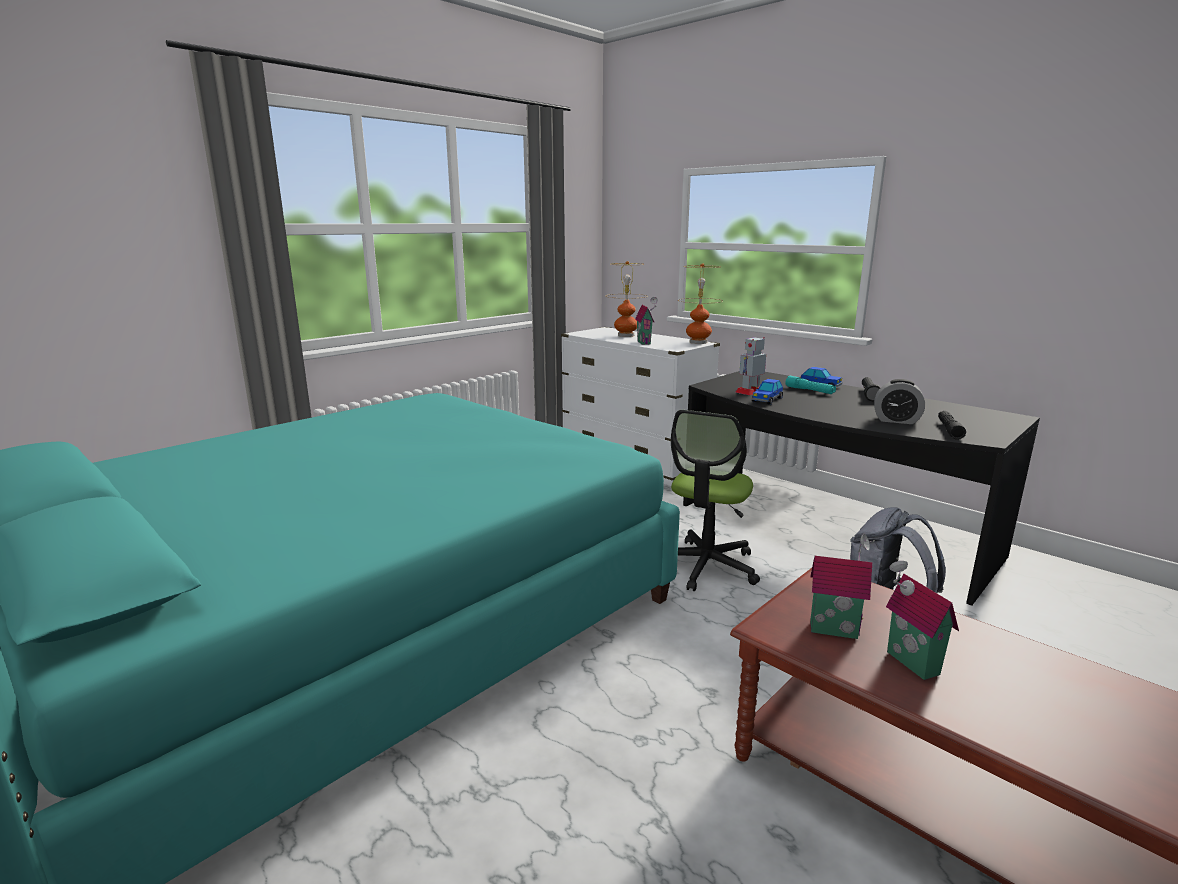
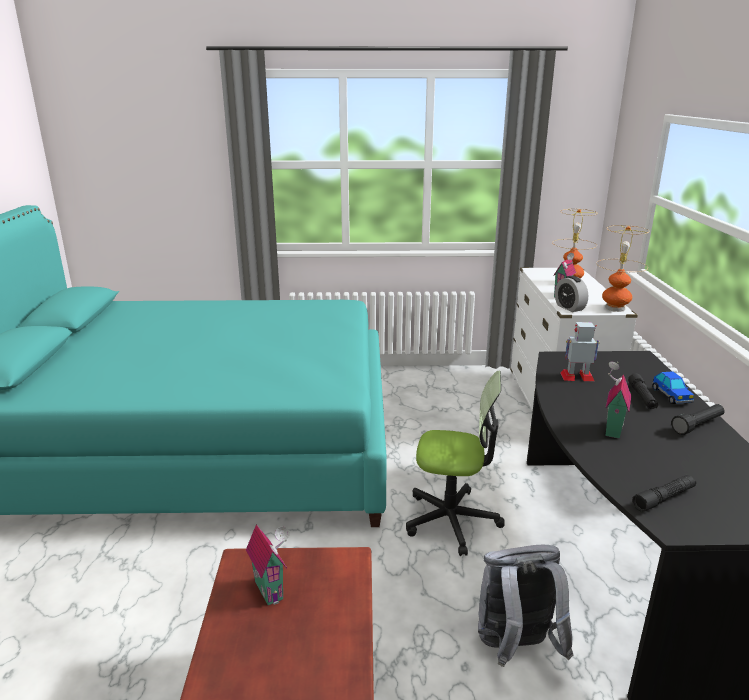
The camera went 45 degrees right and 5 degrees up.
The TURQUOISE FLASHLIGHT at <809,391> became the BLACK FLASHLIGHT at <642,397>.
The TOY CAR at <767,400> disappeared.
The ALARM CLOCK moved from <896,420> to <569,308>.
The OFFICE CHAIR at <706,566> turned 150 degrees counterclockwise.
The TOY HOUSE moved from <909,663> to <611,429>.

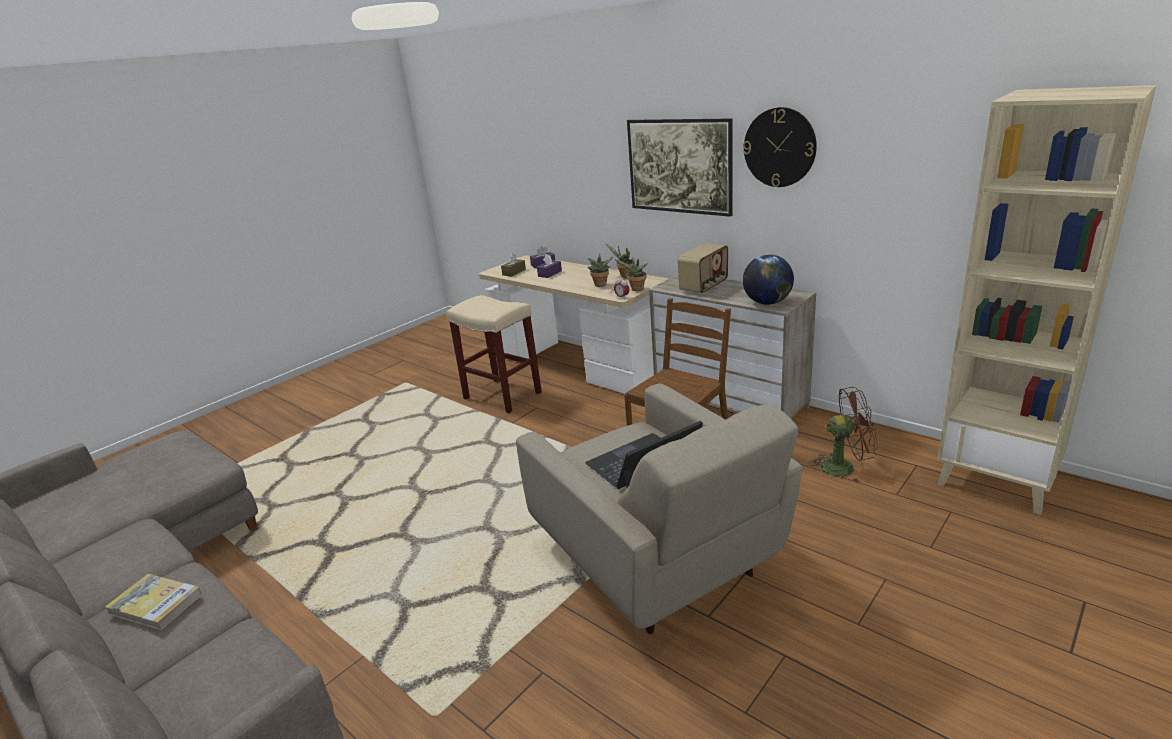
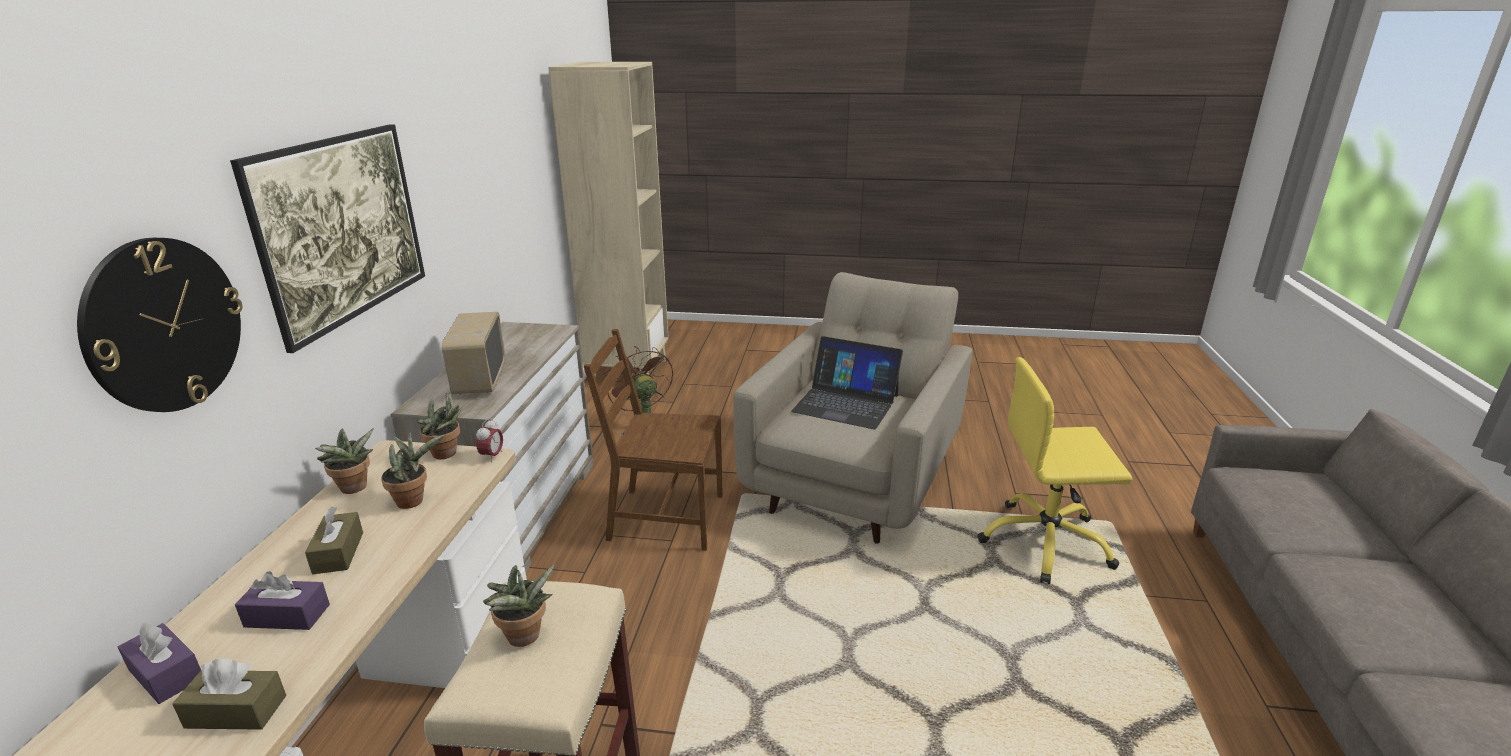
The camera went 125 degrees left and 0 degrees up.
The WALL CLOCK moved from <779,147> to <164,325>.
The RADIO at <704,287> turned 105 degrees counterclockwise.
The GLOBE at <767,303> disappeared.
The BOOK at <156,604> disappeared.
The YELLOW OFFICE CHAIR at <1045,543> appeared.
The BROWN TISSUE BOX at <338,553> appeared.
The POTTED PLANT at <524,639> appeared.

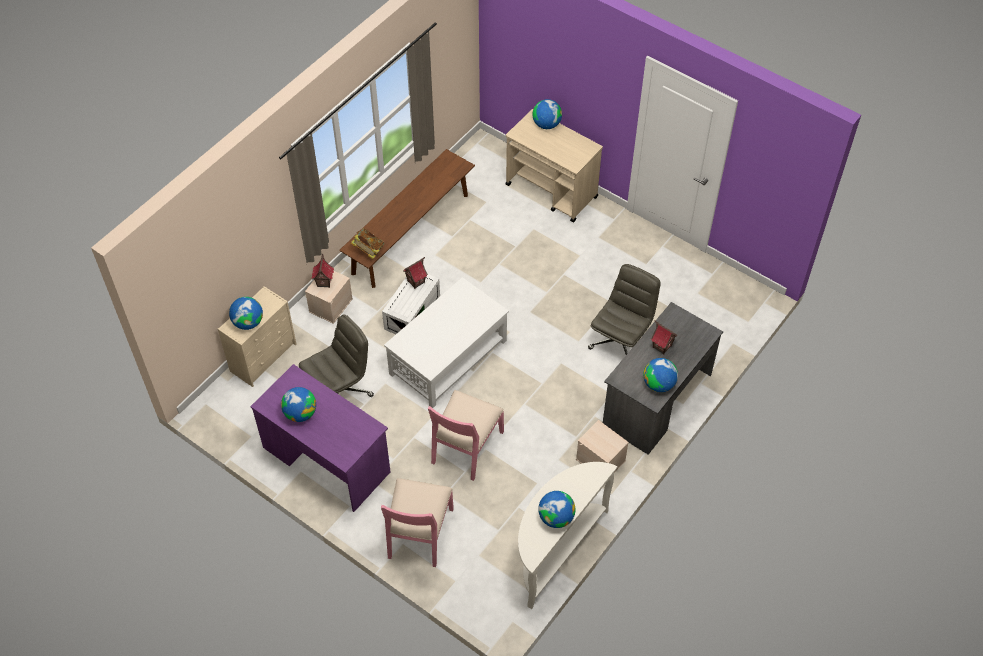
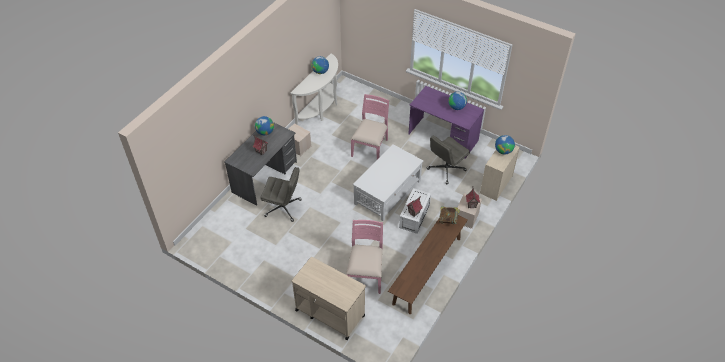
The camera went 175 degrees right and 5 degrees down.
The GLOBE at <546,124> disappeared.
The GREY OFFICE CHAIR at <621,342> turned 105 degrees counterclockwise.
The PINK CHAIR moved from <419,533> to <365,274>.

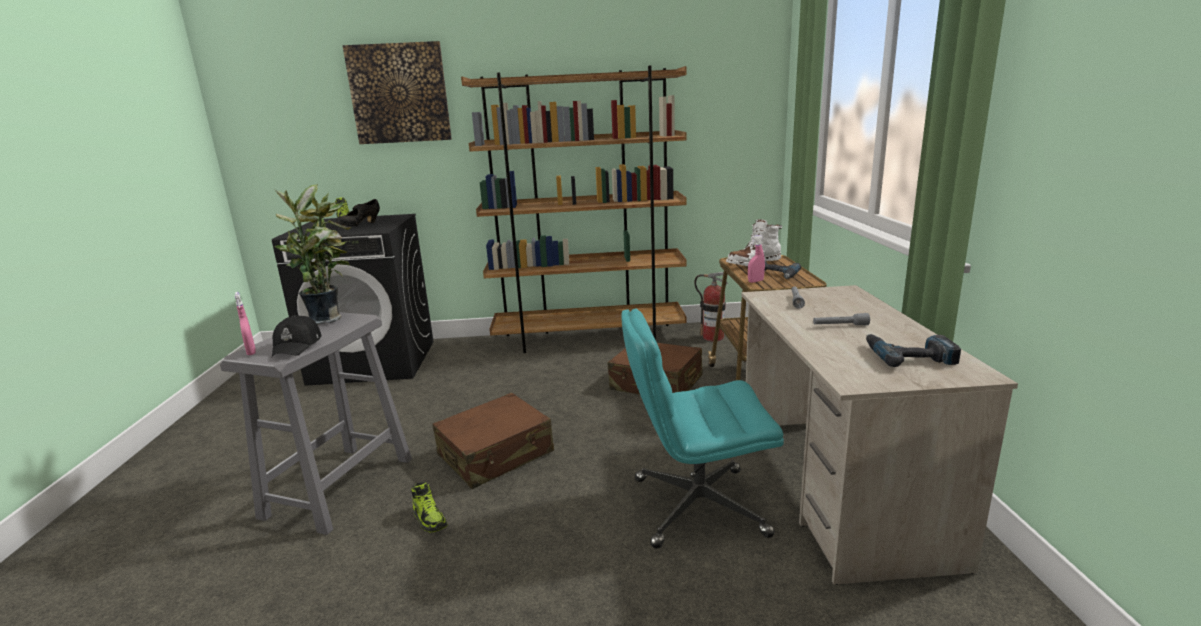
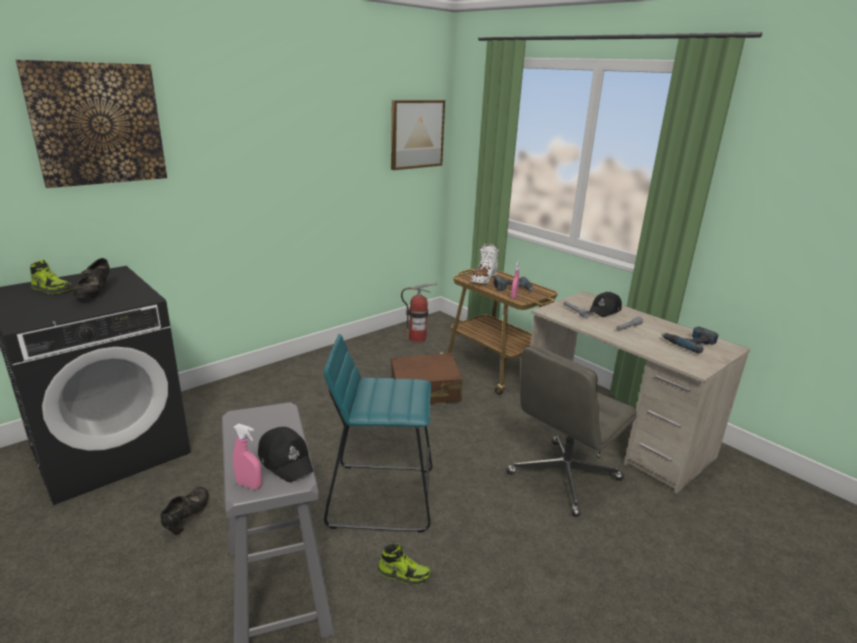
The camera went 40 degrees left and 5 degrees up.
The BROWN BOOKCASE at <589,339> disappeared.
The POTTED PLANT at <328,318> disappeared.
The TURQUOISE OFFICE CHAIR at <697,507> became the GREY OFFICE CHAIR at <563,477>.
The BROWN SUITCASE at <496,454> was replaced by the TURQUOISE STOOL at <381,496>.
The PICTURE at <416,134> appeared.
The BLACK CAP at <605,310> appeared.
The BLACK SHOE at <188,517> appeared.

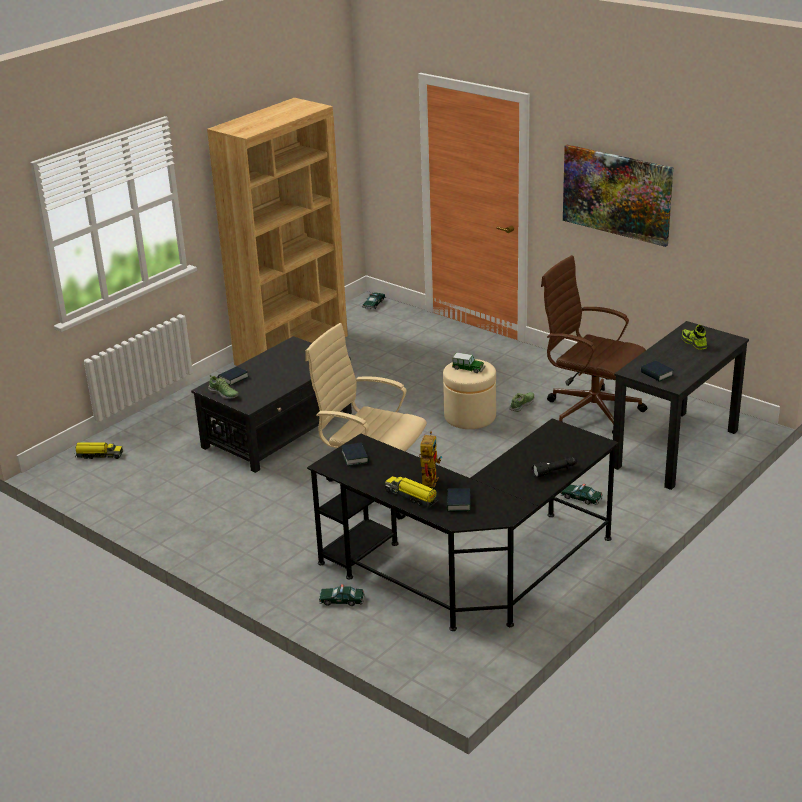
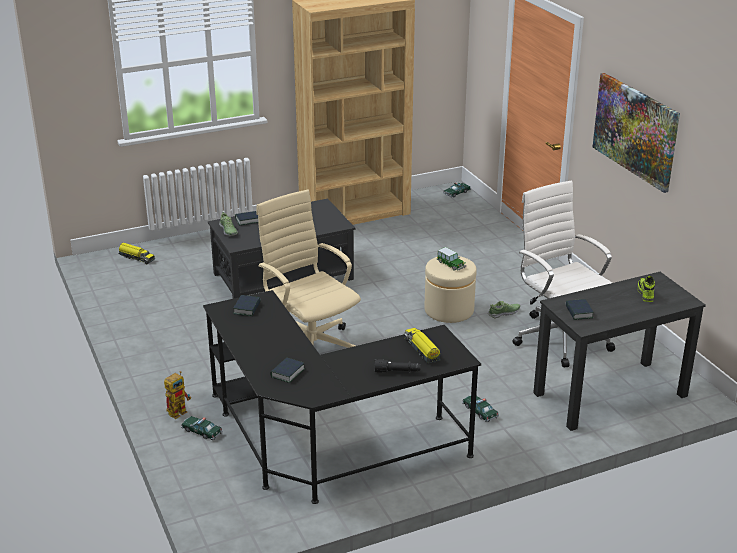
The camera went 25 degrees right and 0 degrees up.
The BROWN OFFICE CHAIR at <590,412> became the WHITE OFFICE CHAIR at <560,337>.
The TOY ROBOT moved from <429,479> to <179,410>.
The TOY TRUCK moved from <411,496> to <422,350>.

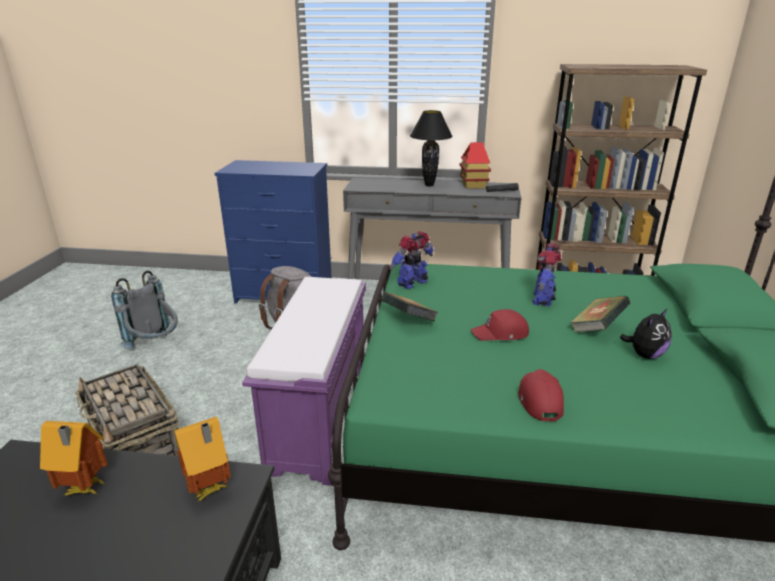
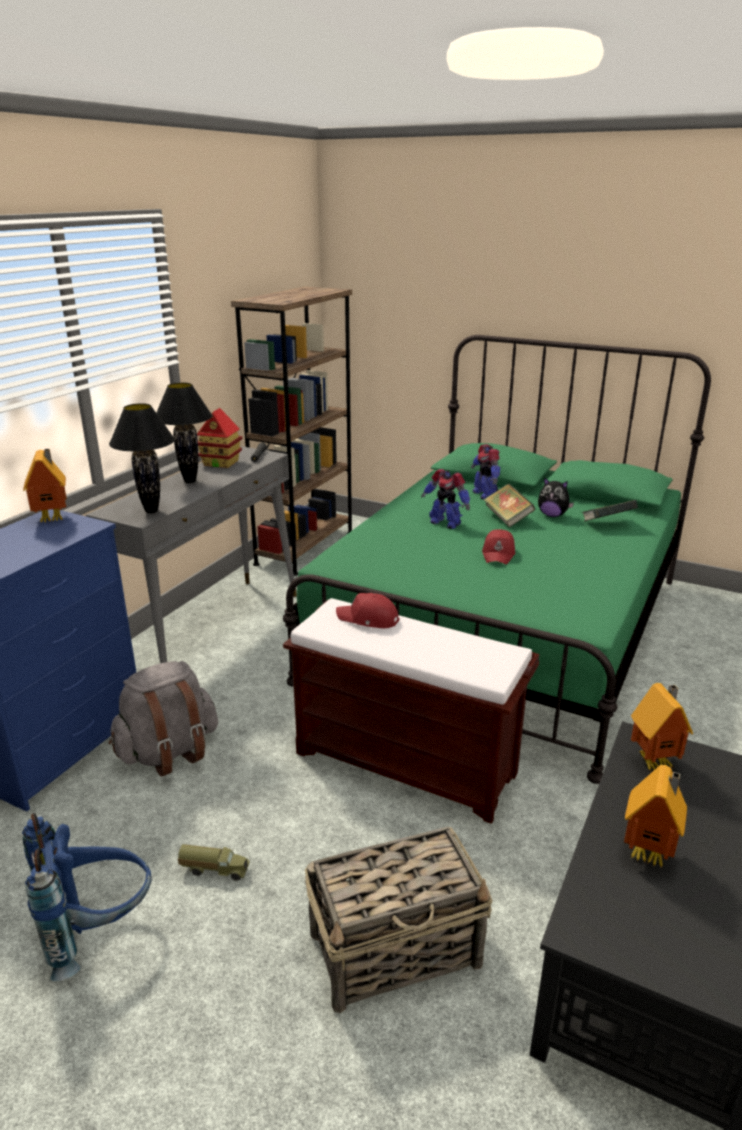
The camera went 70 degrees left and 0 degrees up.
The TOY ROBOT moved from <413,283> to <485,494>.
The GREY BACKPACK at <155,347> became the BLUE BACKPACK at <98,930>.
The PURPLE BENCH at <320,420> became the BROWN BENCH at <407,763>.
The BOOK moved from <408,321> to <607,524>.
The PLUSH TOY at <644,355> turned 135 degrees clockwise.
The RED CAP moved from <538,400> to <368,619>.
The BLACK TABLE LAMP at <152,511> appeared.
The TOY HOUSE at <54,519> appeared.
The TOY TRUCK at <215,869> appeared.

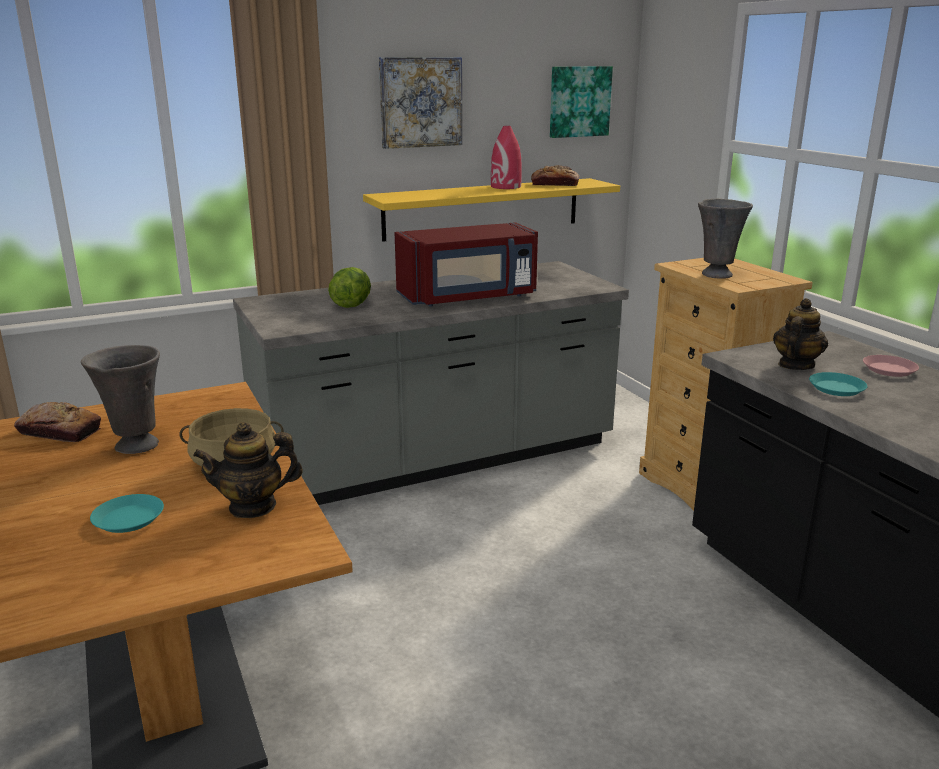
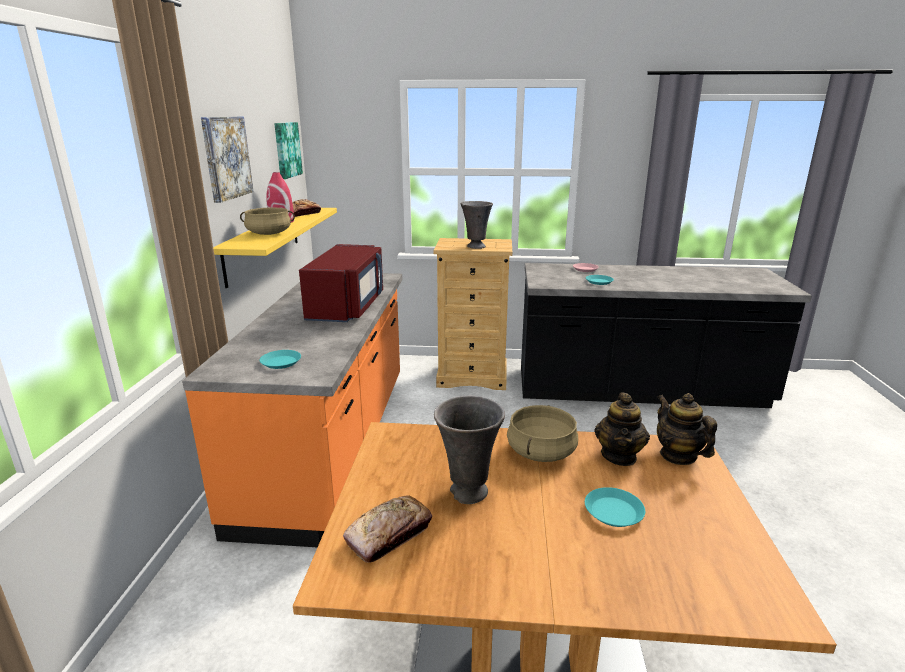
The camera went 60 degrees left and 0 degrees up.
The GREY COUNTER at <437,459> became the ORANGE COUNTER at <331,445>.
The LETTUCE at <351,305> disappeared.
The TEAPOT moved from <795,365> to <678,455>.
The BEIGE COOKING POT at <269,233> appeared.
The TURQUOISE PLATE at <280,362> appeared.

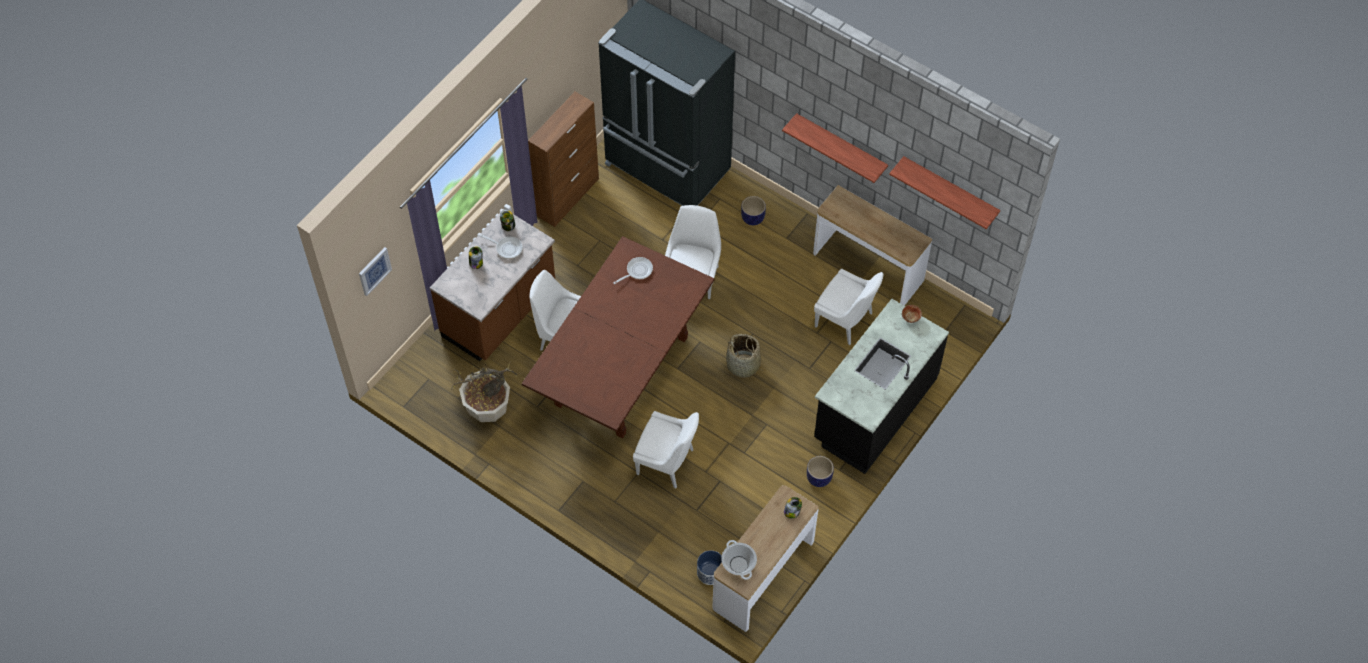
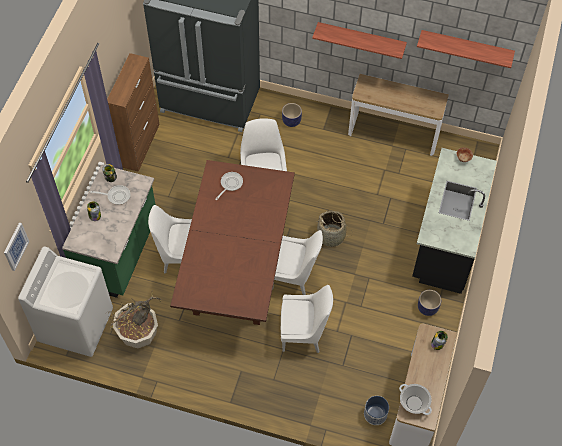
The camera went 20 degrees left and 0 degrees up.
The BROWN COUNTER at <500,313> became the GREEN COUNTER at <119,252>.
The WHITE CHAIR moved from <845,321> to <294,277>.
The WHITE WASHING MACHINE at <76,325> appeared.

